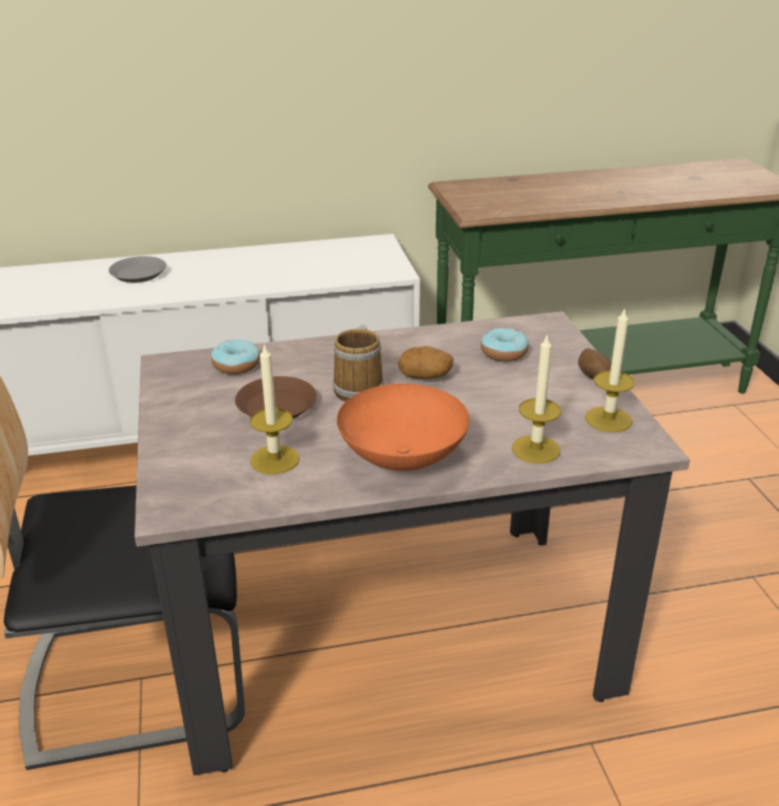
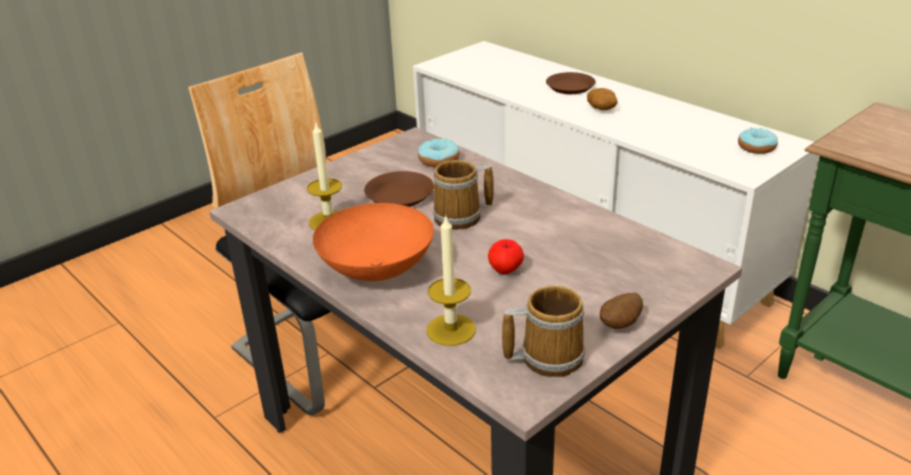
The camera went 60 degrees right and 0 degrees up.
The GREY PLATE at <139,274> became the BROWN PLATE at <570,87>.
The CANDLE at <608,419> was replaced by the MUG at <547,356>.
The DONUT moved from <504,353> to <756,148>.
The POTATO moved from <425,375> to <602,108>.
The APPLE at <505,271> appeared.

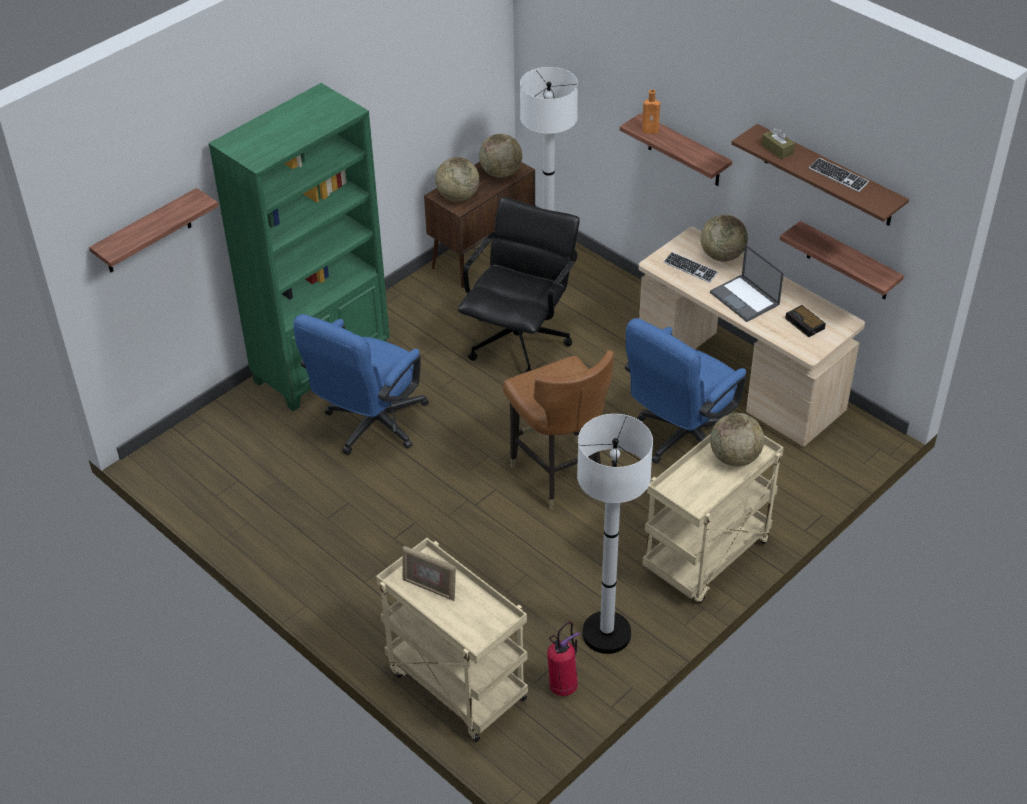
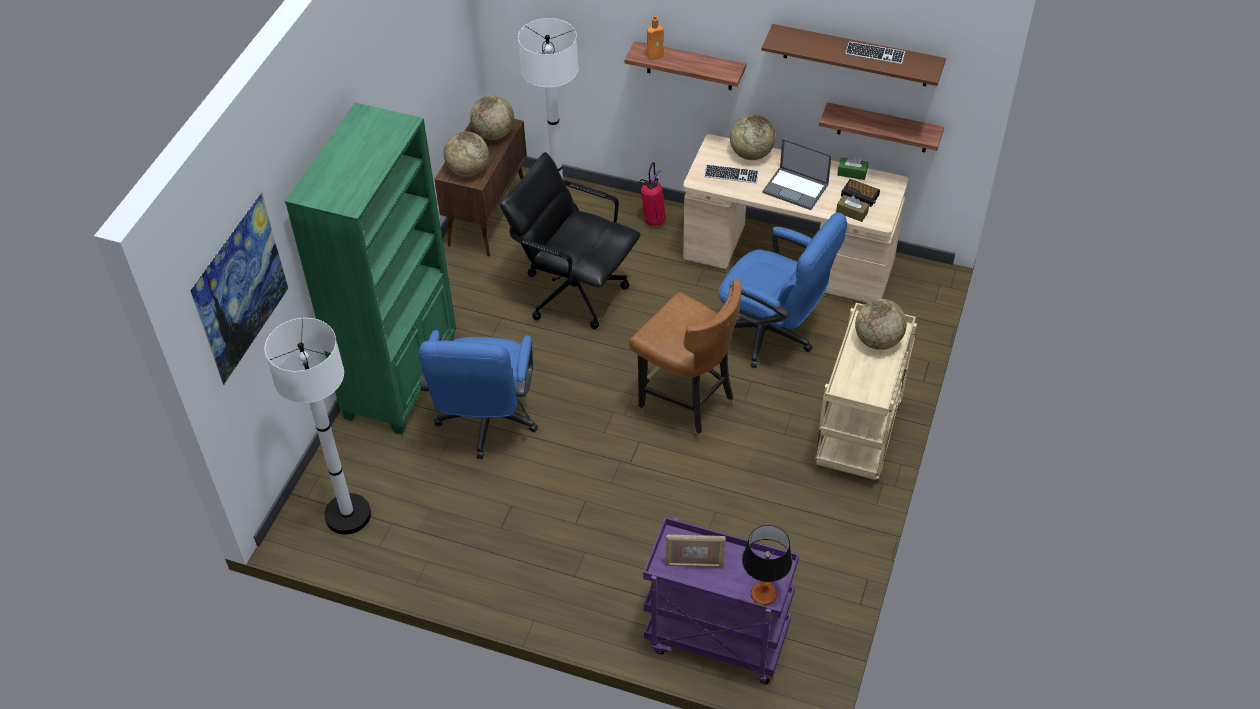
The camera went 25 degrees left and 5 degrees up.
The BROWN TISSUE BOX moved from <777,149> to <852,212>.
The SHELF at <147,232> was replaced by the PICTURE at <249,312>.
The BLACK OFFICE CHAIR at <519,341> turned 60 degrees counterclockwise.
The BLUE OFFICE CHAIR at <681,439> turned 75 degrees counterclockwise.
The WHITE FLOOR LAMP moved from <606,634> to <348,515>.
The BEIGE CART at <454,685> became the PURPLE CART at <715,640>.
The FIRE EXTINGUISHER moved from <563,685> to <653,220>.
The GREEN TISSUE BOX at <852,173> appeared.
The TABLE LAMP at <763,594> appeared.

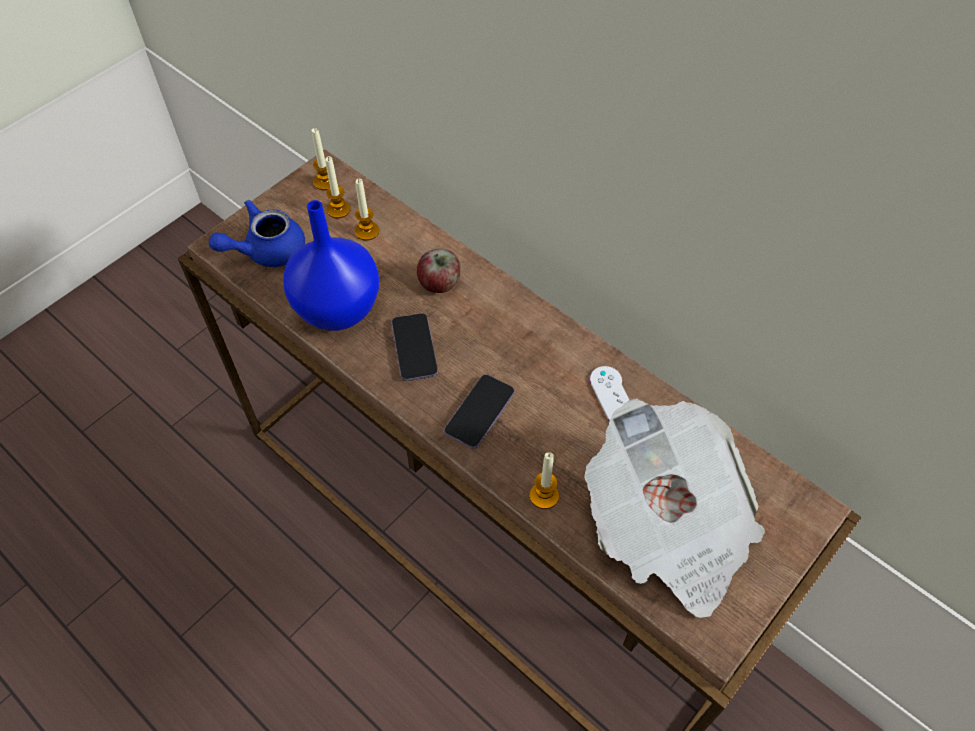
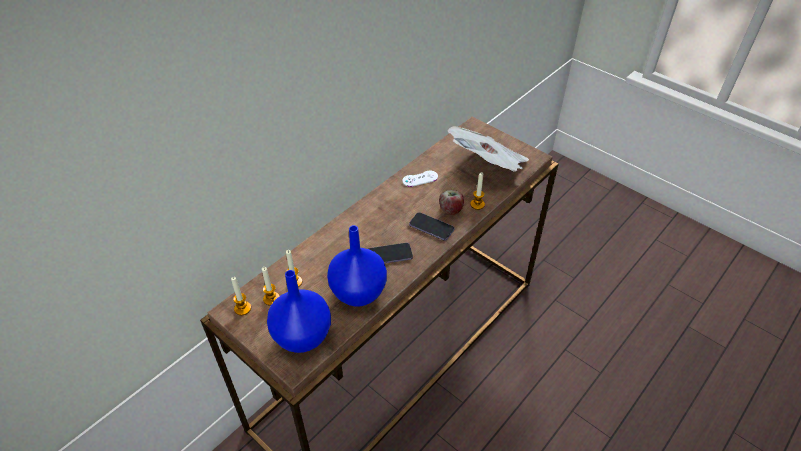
The camera went 90 degrees left and 10 degrees down.
The BLUE TEAPOT at <266,250> was replaced by the BLUE VASE at <304,337>.
The APPLE moved from <439,284> to <451,210>.

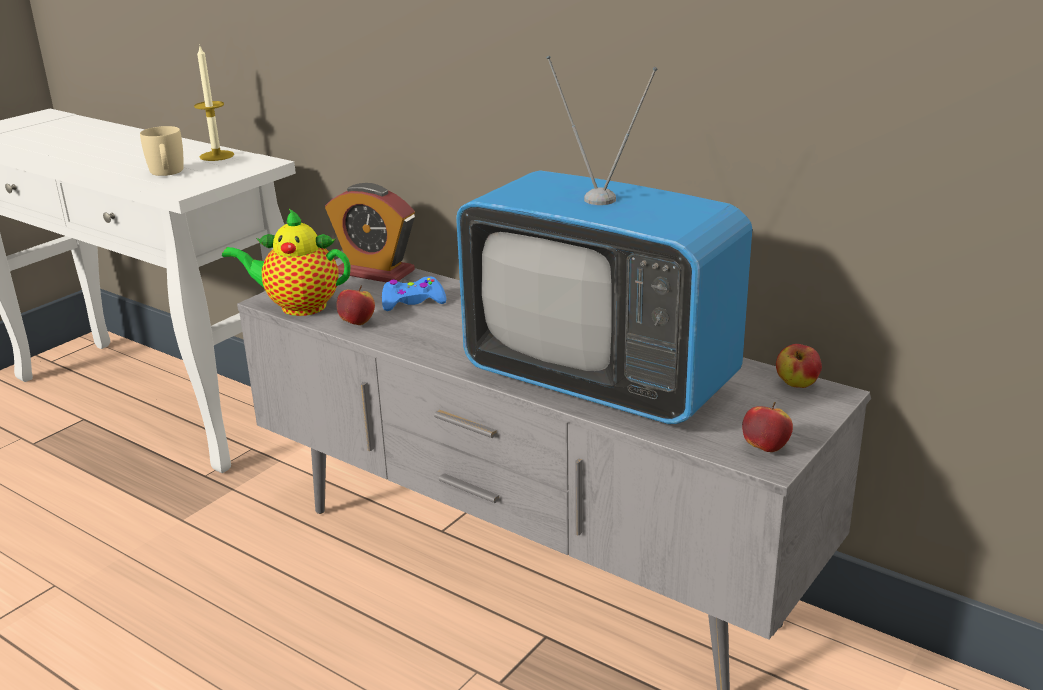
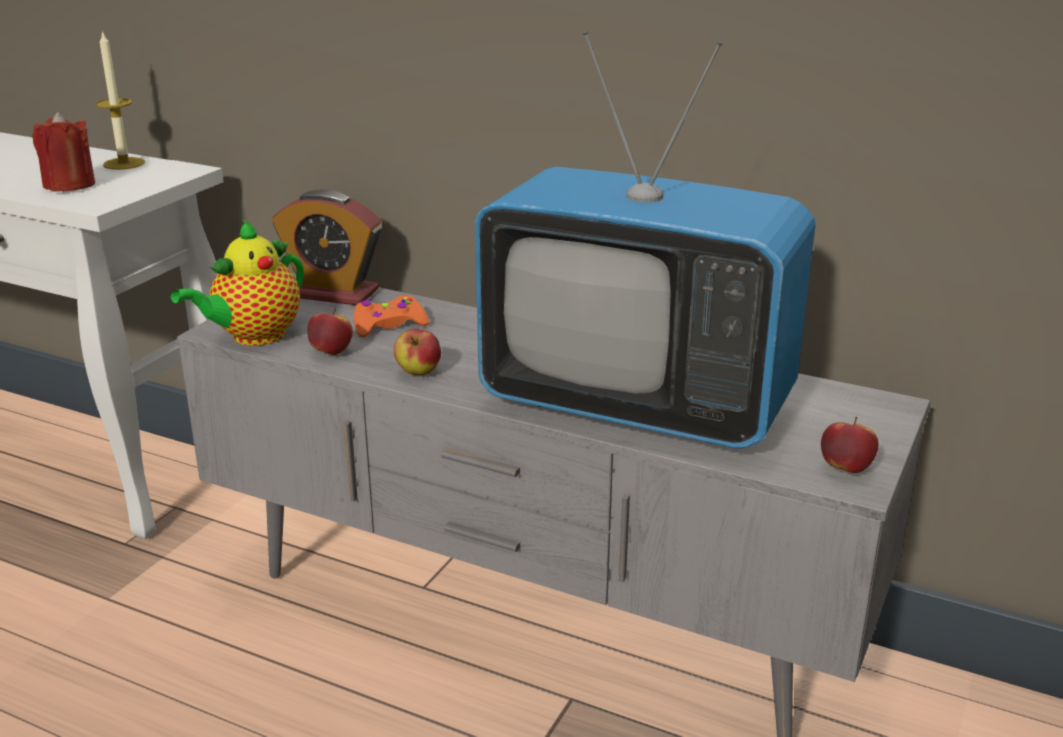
The camera went 10 degrees left and 0 degrees up.
The BEIGE MUG at <167,173> was replaced by the RED CANDLE at <69,185>.
The TEAPOT at <298,307> turned 45 degrees counterclockwise.
The BLUE GAME CONTROLLER at <412,302> became the ORANGE GAME CONTROLLER at <388,325>.
The APPLE moved from <796,385> to <418,373>.

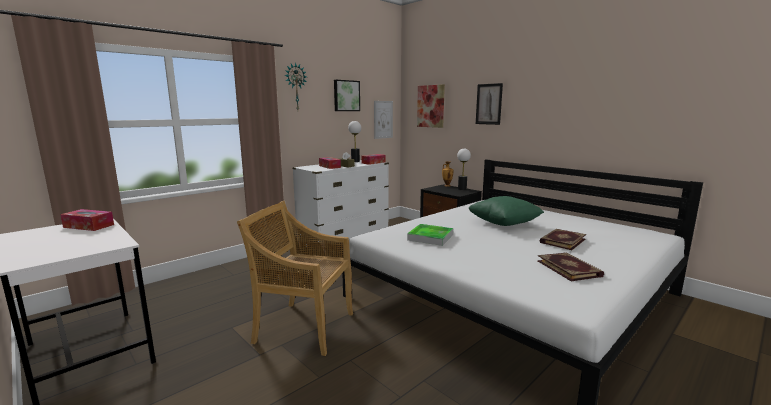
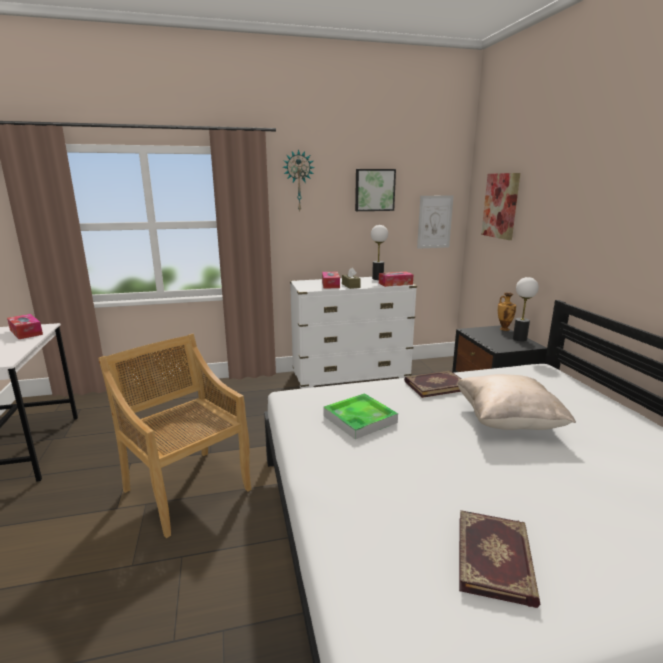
The camera went 30 degrees right and 5 degrees up.
The PICTURE at <489,104> disappeared.
The GREEN PILLOW at <503,224> became the BEIGE PILLOW at <507,422>.
The BOOK moved from <562,241> to <435,385>.

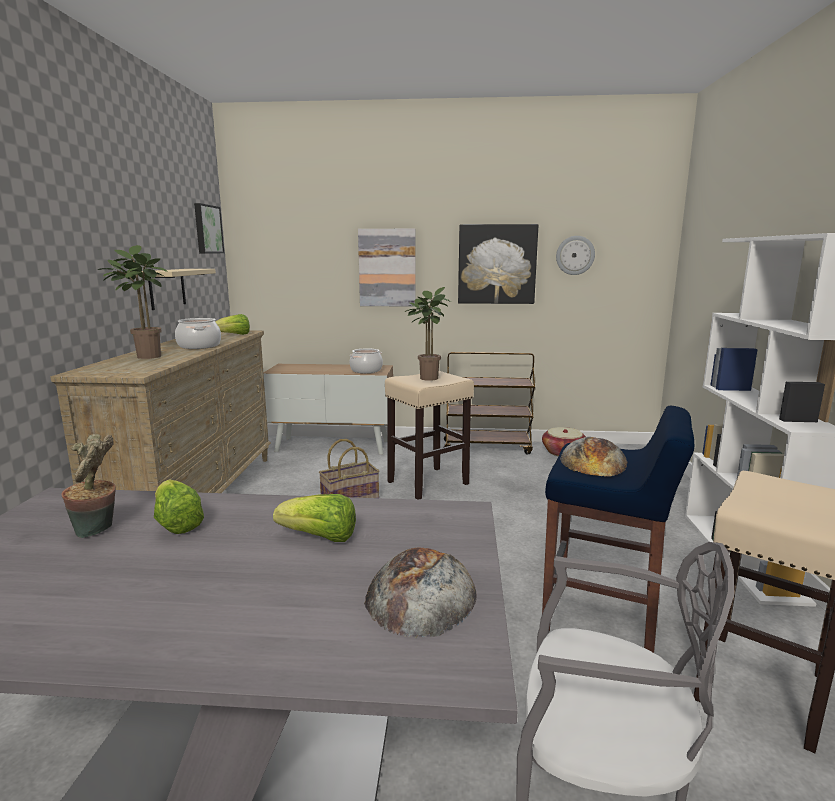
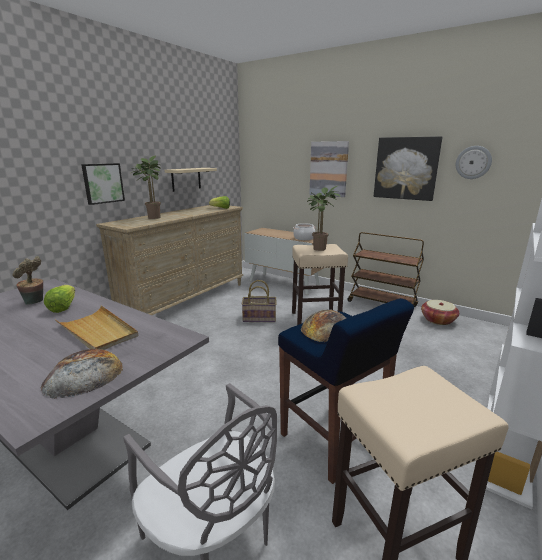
The camera went 30 degrees right and 5 degrees up.
The PICTURE moved from <207,229> to <102,183>.
The COOKING POT at <199,346> disappeared.
The LETTUCE at <320,538> was replaced by the BEIGE TRAY at <98,331>.

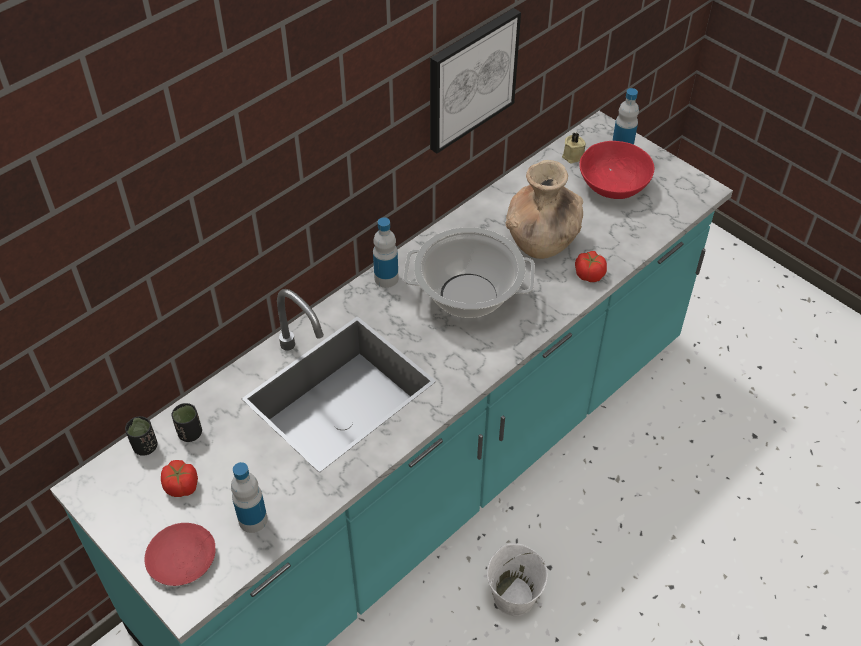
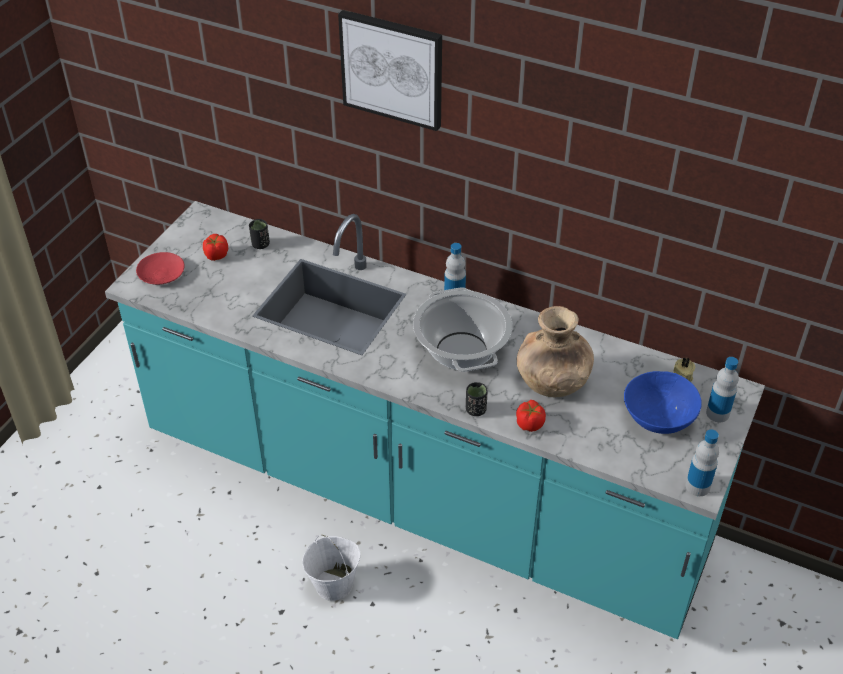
The camera went 70 degrees right and 5 degrees down.
The PICTURE moved from <471,79> to <392,69>.
The RED BOWL at <613,186> became the BLUE BOWL at <658,418>.
The BLACK CUP moved from <145,446> to <475,410>.
The BOTTLE moved from <253,520> to <697,486>.

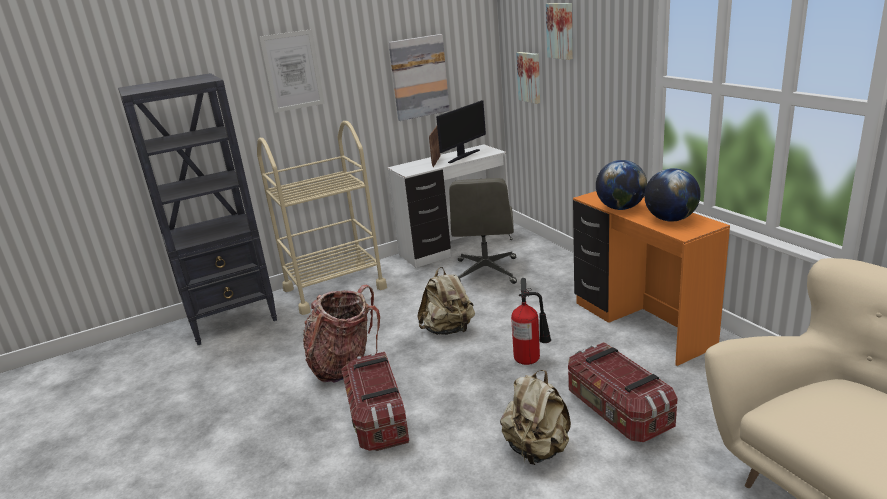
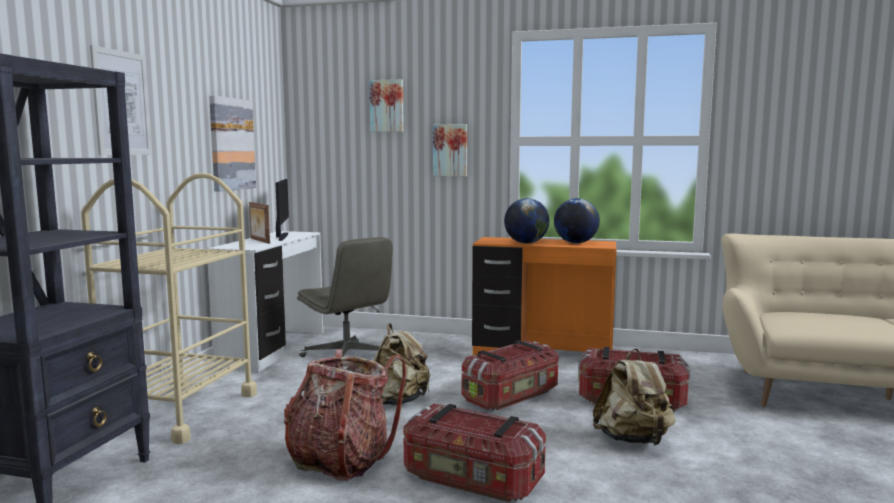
The camera went 50 degrees left and 15 degrees down.
The PICTURE moved from <530,77> to <450,150>.
The FIRE EXTINGUISHER at <531,359> was replaced by the STORAGE BOX at <512,396>.

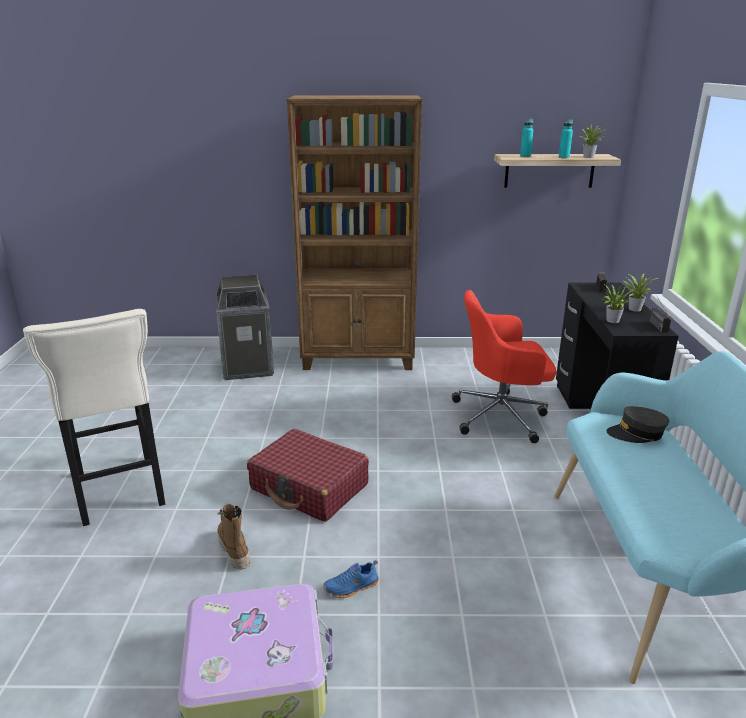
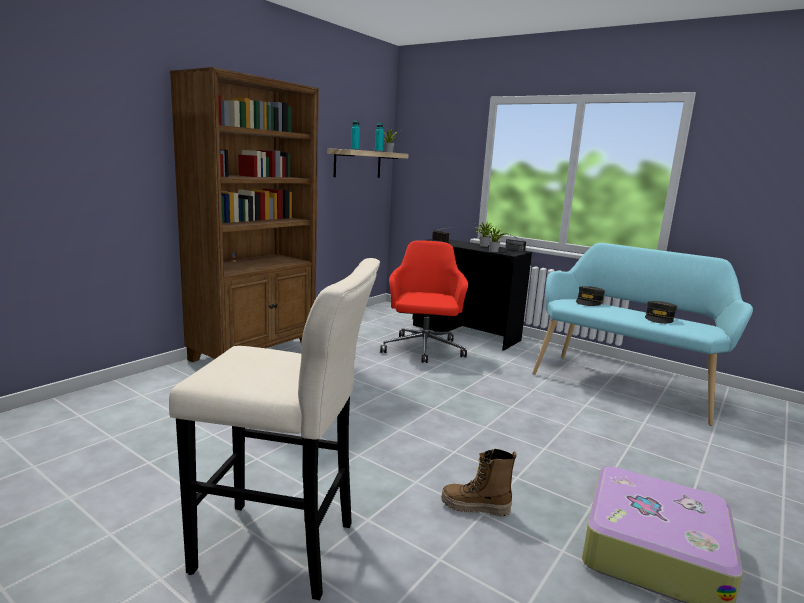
The camera went 55 degrees left and 10 degrees down.
The TRASH CAN at <248,367> disappeared.
The RED OFFICE CHAIR at <501,416> turned 150 degrees clockwise.
The RED SUITCASE at <309,487> disappeared.
The BLUE SHOE at <351,588> disappeared.
The GREY CAP at <659,318> appeared.

